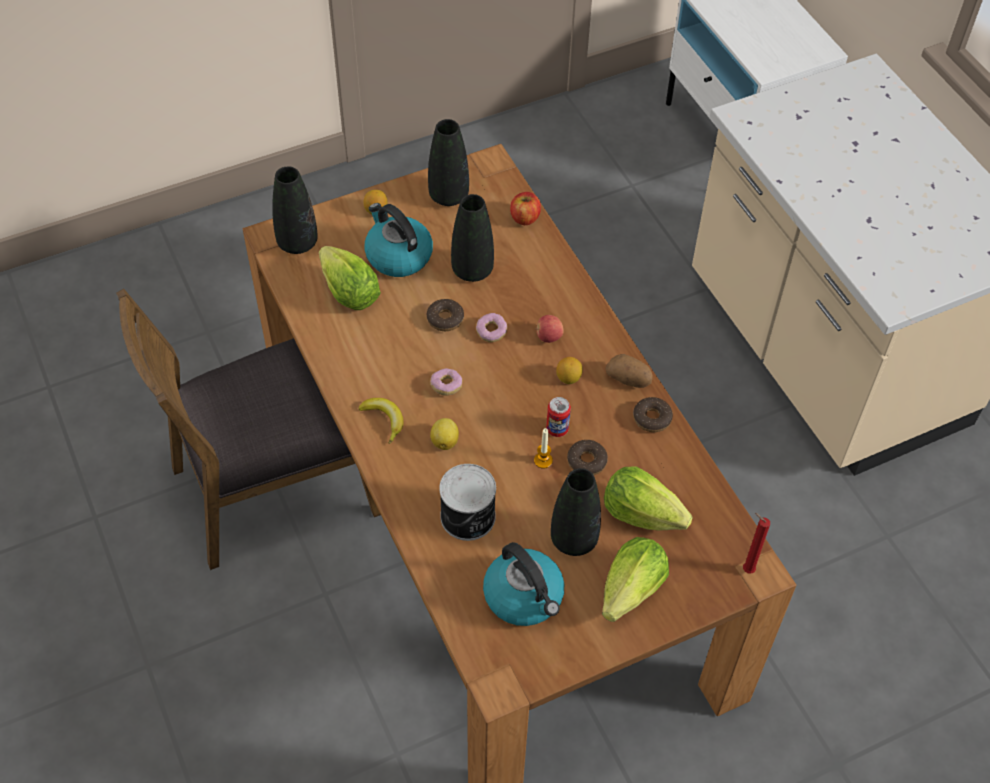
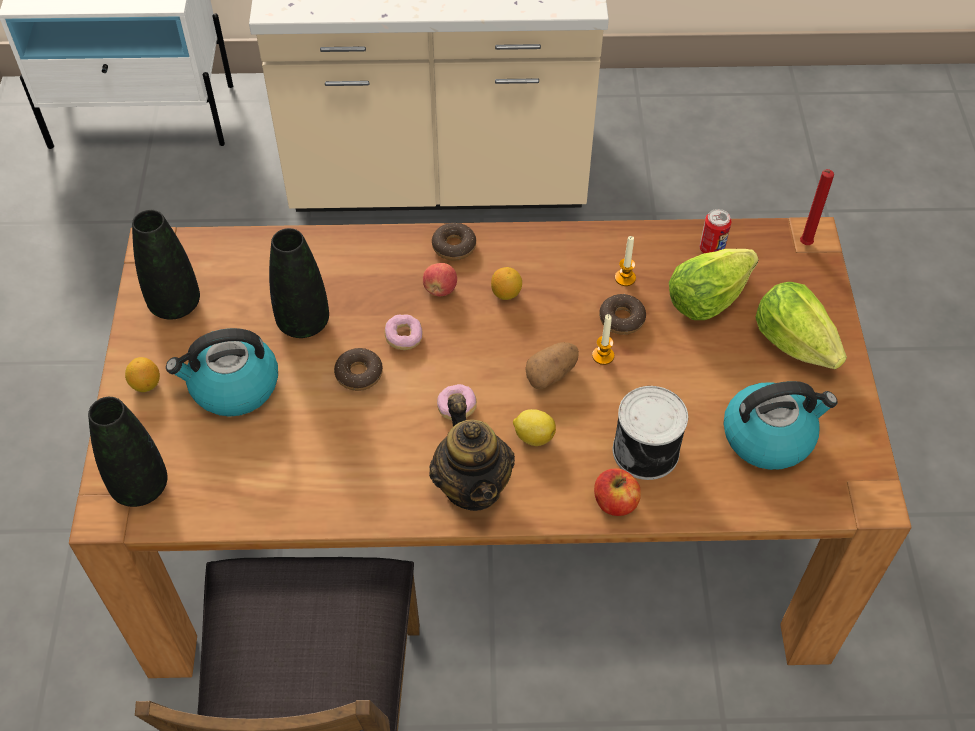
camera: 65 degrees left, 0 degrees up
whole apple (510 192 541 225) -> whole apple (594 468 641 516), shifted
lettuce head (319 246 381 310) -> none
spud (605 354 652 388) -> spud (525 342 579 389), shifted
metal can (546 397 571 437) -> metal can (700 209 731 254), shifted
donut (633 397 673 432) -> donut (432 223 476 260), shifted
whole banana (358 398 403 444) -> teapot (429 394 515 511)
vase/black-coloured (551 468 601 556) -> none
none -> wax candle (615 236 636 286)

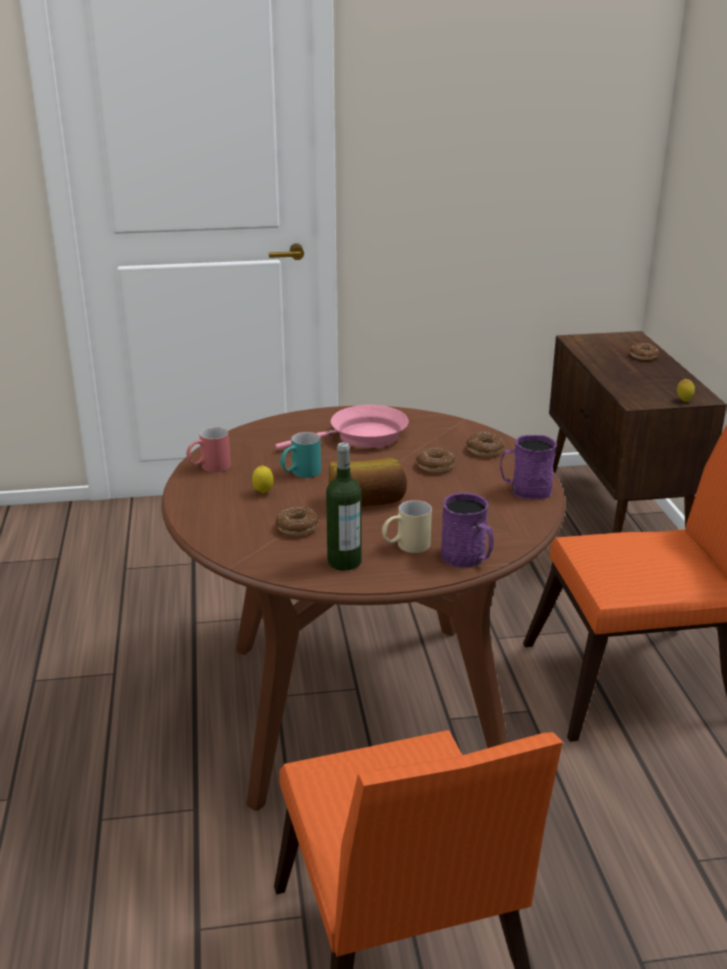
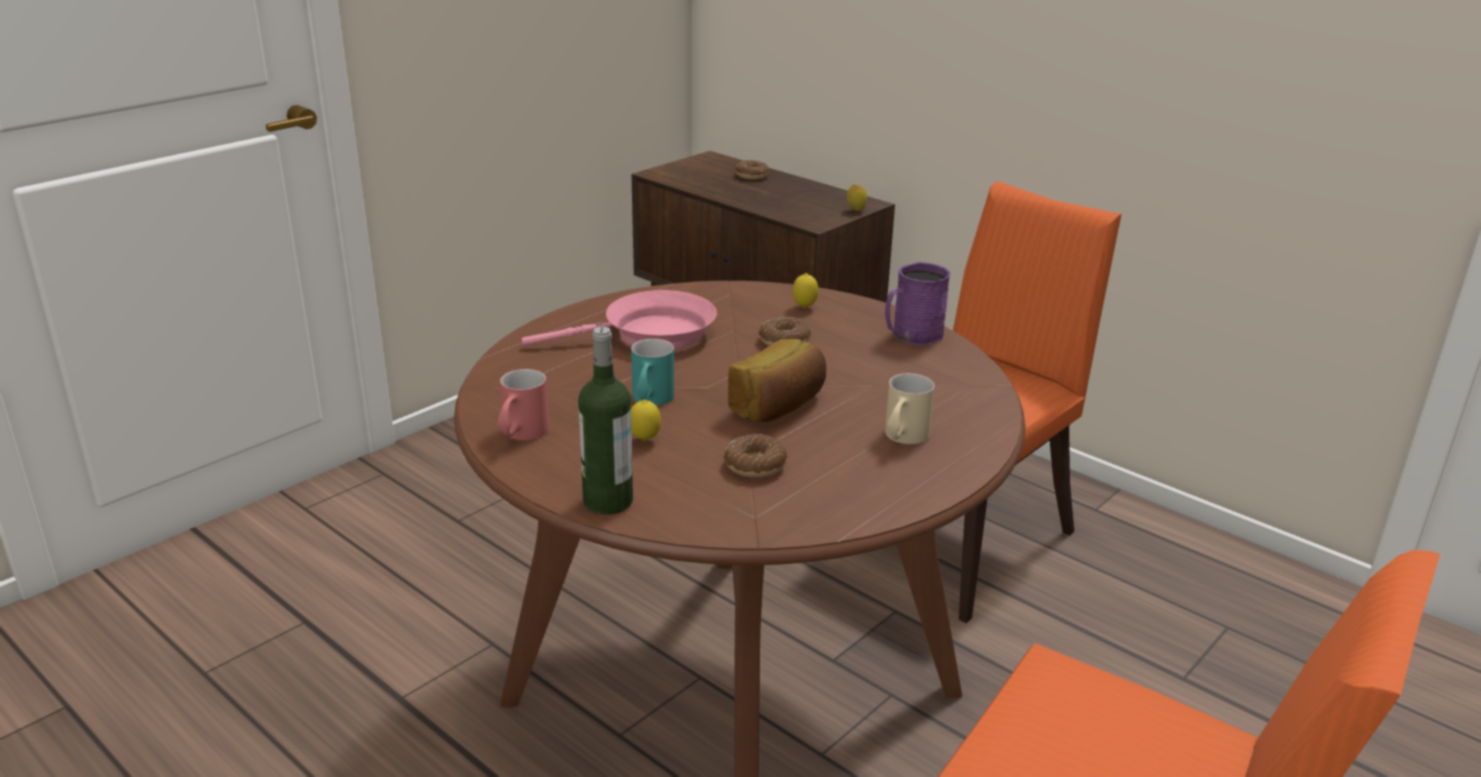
camera: 40 degrees left, 0 degrees up
frying pan/pinkish (275 405 409 450) -> frying pan/pinkish (522 290 717 350), 45 degrees clockwise
donut (466 432 504 457) -> lemon (793 273 819 308)
bottle (326 442 362 571) -> bottle (578 327 633 514), shifted
mug/purple (441 493 494 568) -> none

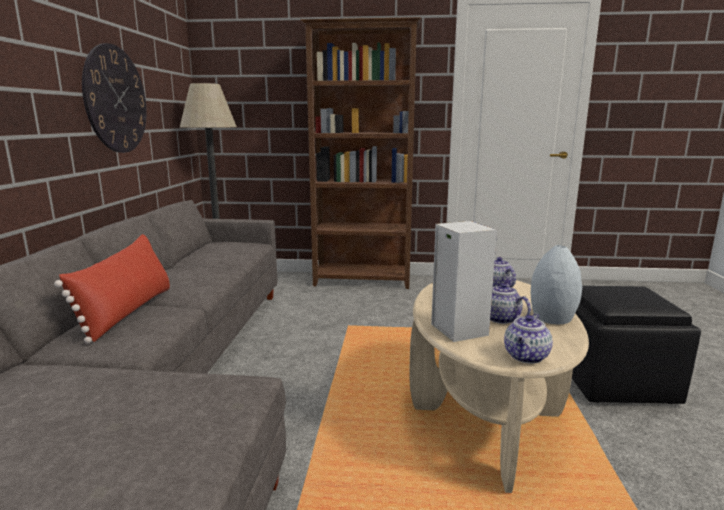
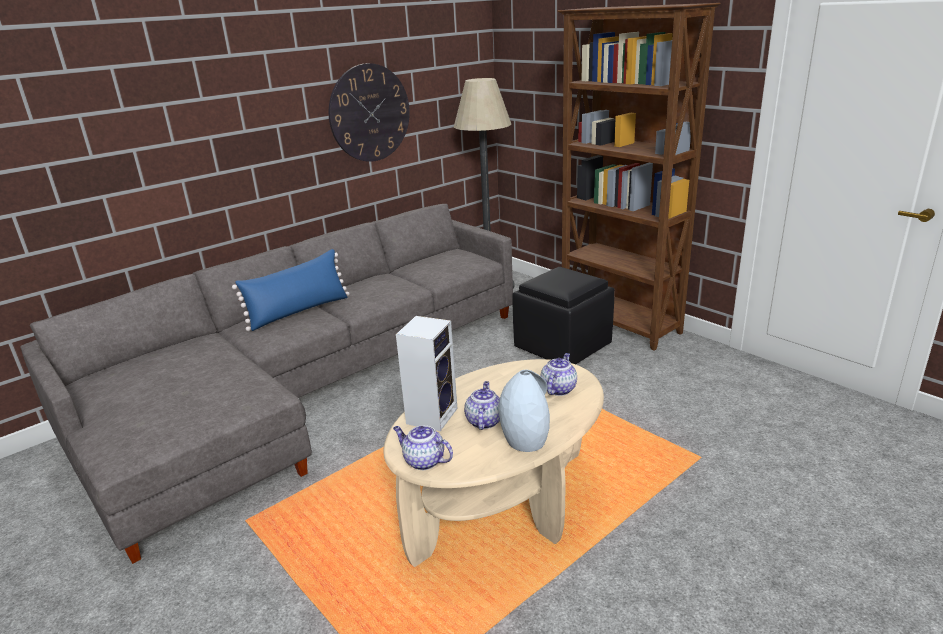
camera: 45 degrees right, 10 degrees up
pillow/red (54 234 170 344) -> pillow/blue-coloured (232 249 350 331)
pouffe/black-coloured (572 286 701 404) -> pouffe/black-coloured (512 267 615 364), shifted
teapot (504 314 553 364) -> teapot (393 425 453 470), 45 degrees clockwise

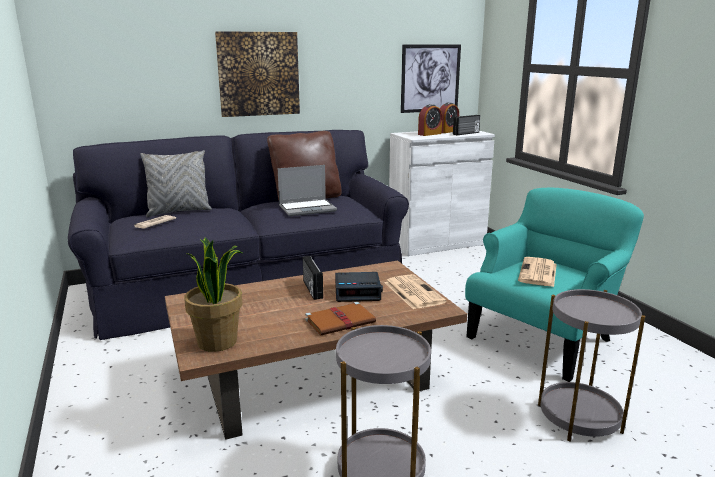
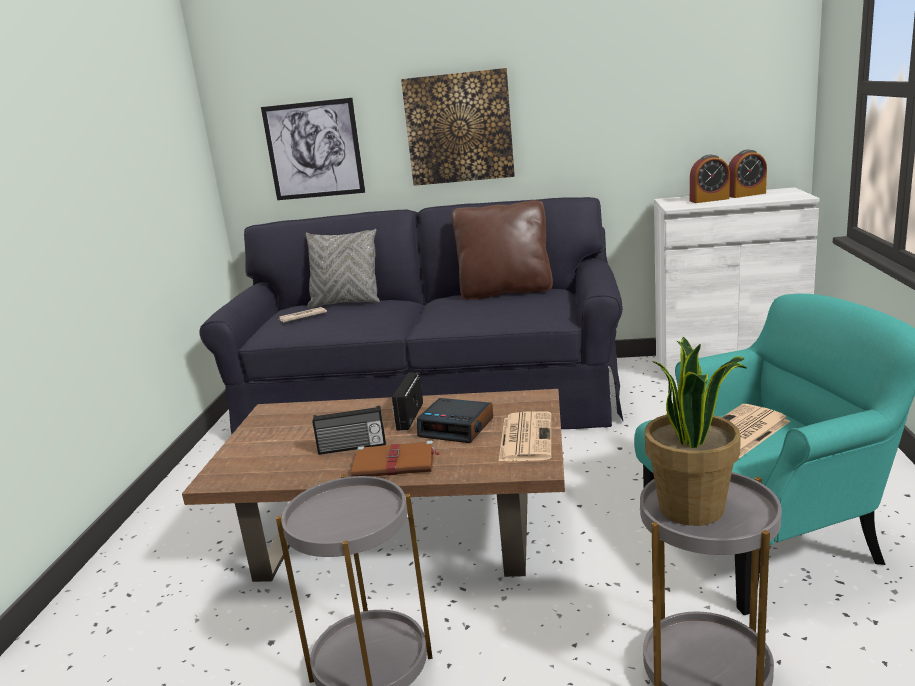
camera: 30 degrees right, 0 degrees up
wall picture (401 45 461 113) -> wall picture (261 98 365 200), shifted
radio receiver (453 115 480 135) -> radio receiver (312 406 386 455), shifted
laptop (278 165 337 216) -> none
houseplant (184 237 242 352) -> houseplant (645 337 748 526), shifted

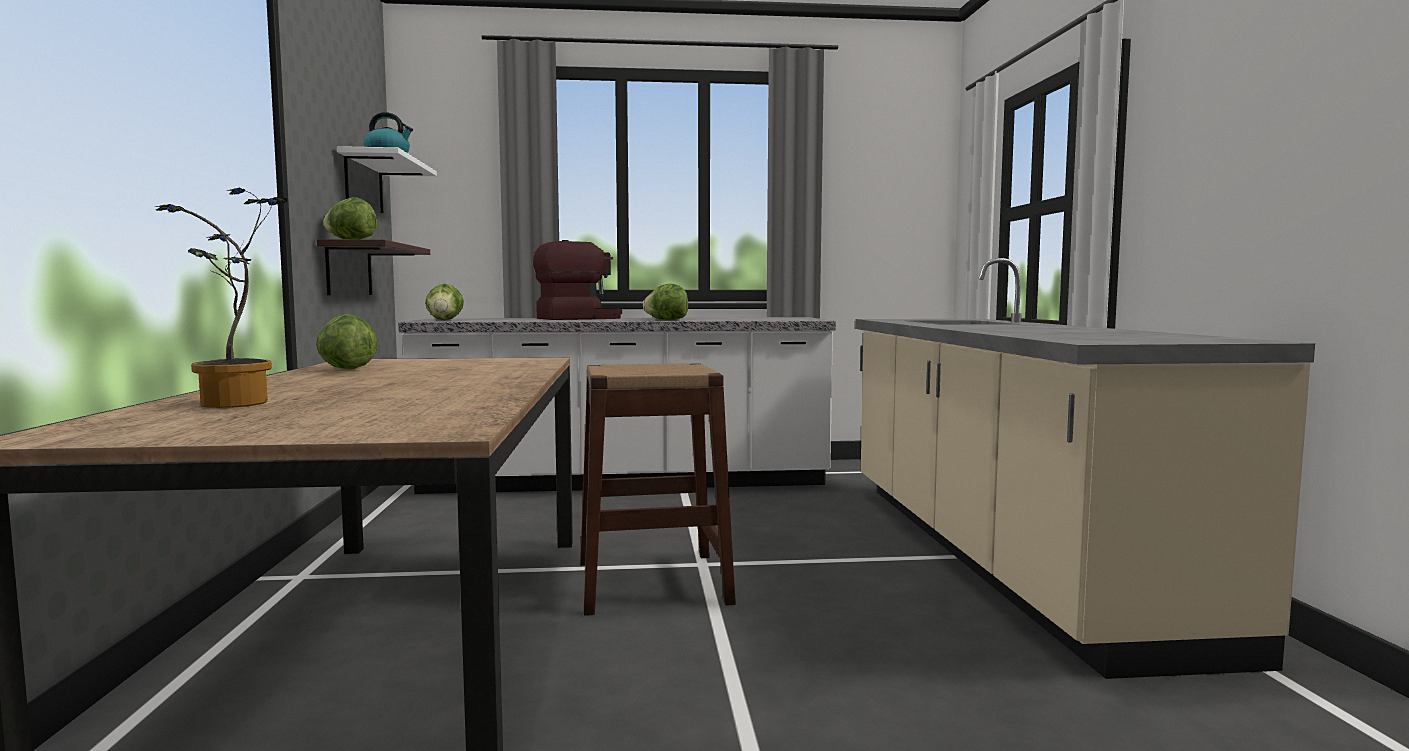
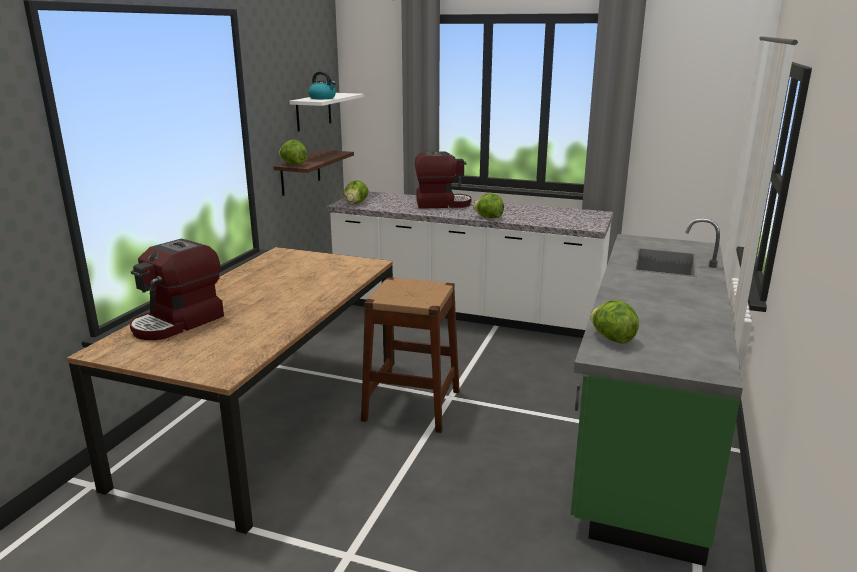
camera: 25 degrees right, 15 degrees up
houseplant (153 187 287 408) -> coffee brewer (130 239 224 340)
counter/sand-coloured (855 258 1315 679) -> counter/greenish (571 218 743 566)
lettuce head (316 314 378 370) -> lettuce head (590 300 639 343), shifted

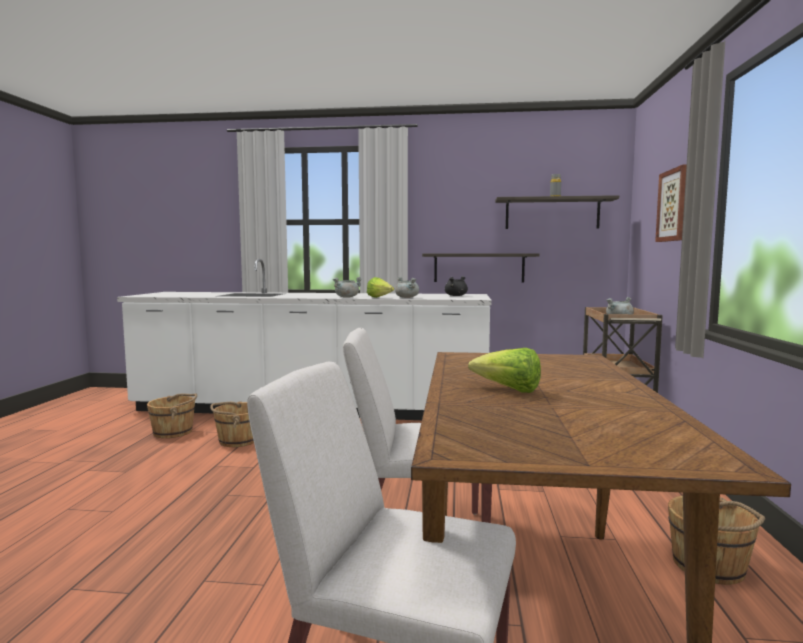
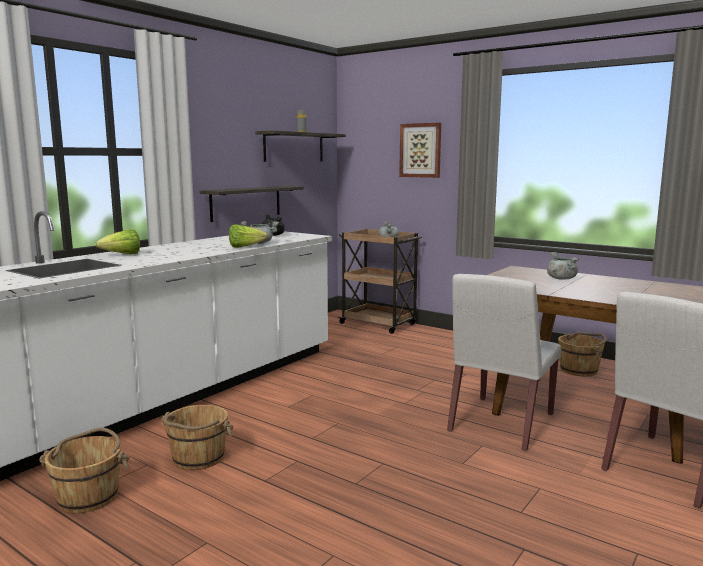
camera: 60 degrees left, 5 degrees up
stockpot/gray (333 277 362 298) -> stockpot/gray (547 252 579 280), shifted
lettuce head (468 348 541 393) -> lettuce head (95 229 140 254), shifted

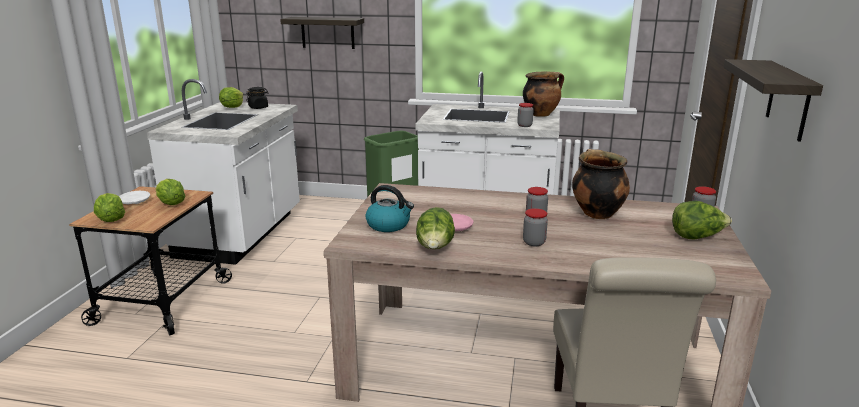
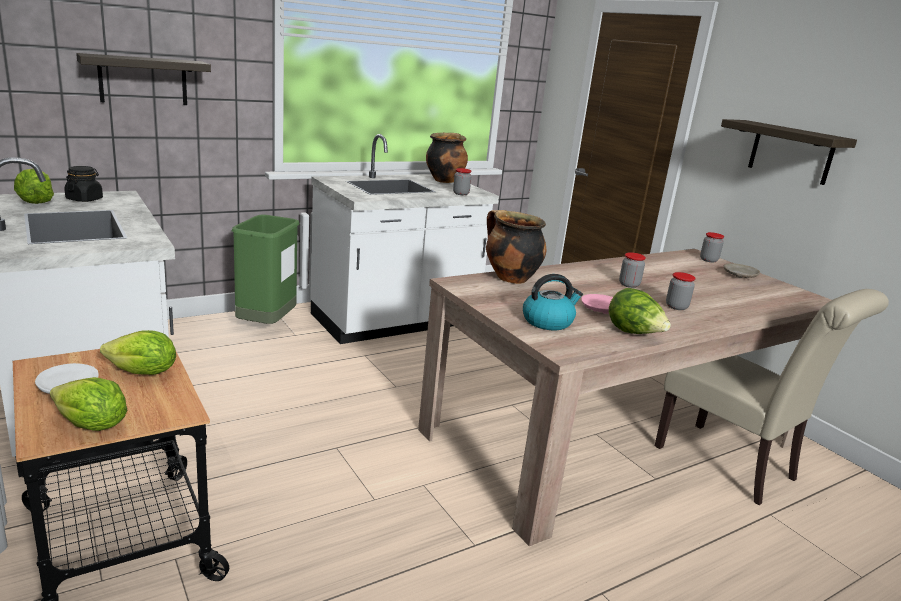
camera: 45 degrees left, 0 degrees up
stockpot (572 149 630 219) -> stockpot (486 210 546 284), shifted
lettuce head (672 201 732 239) -> flat dish/sand-coloured (724 263 760 278)

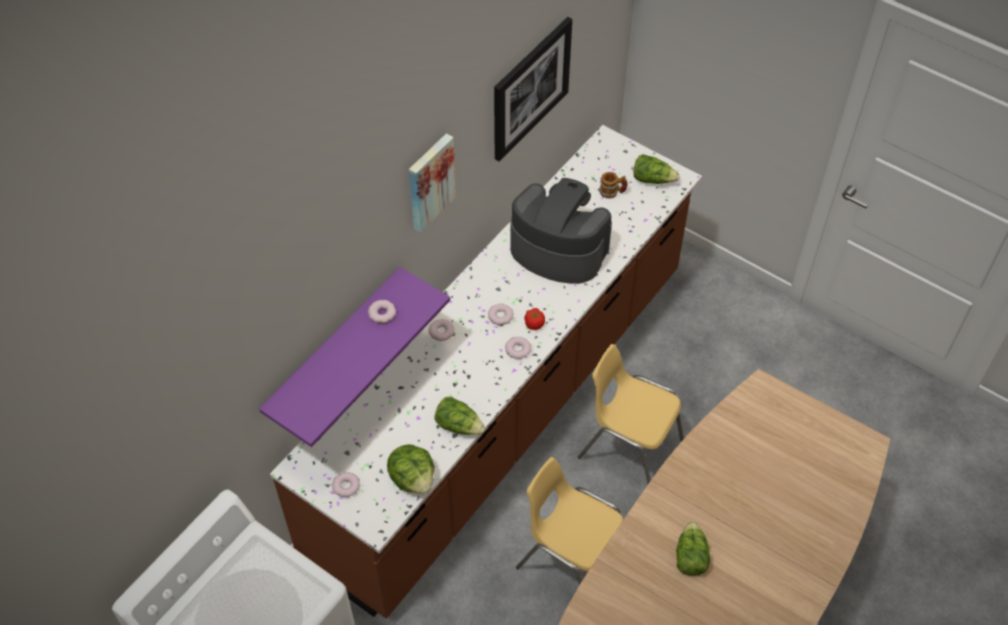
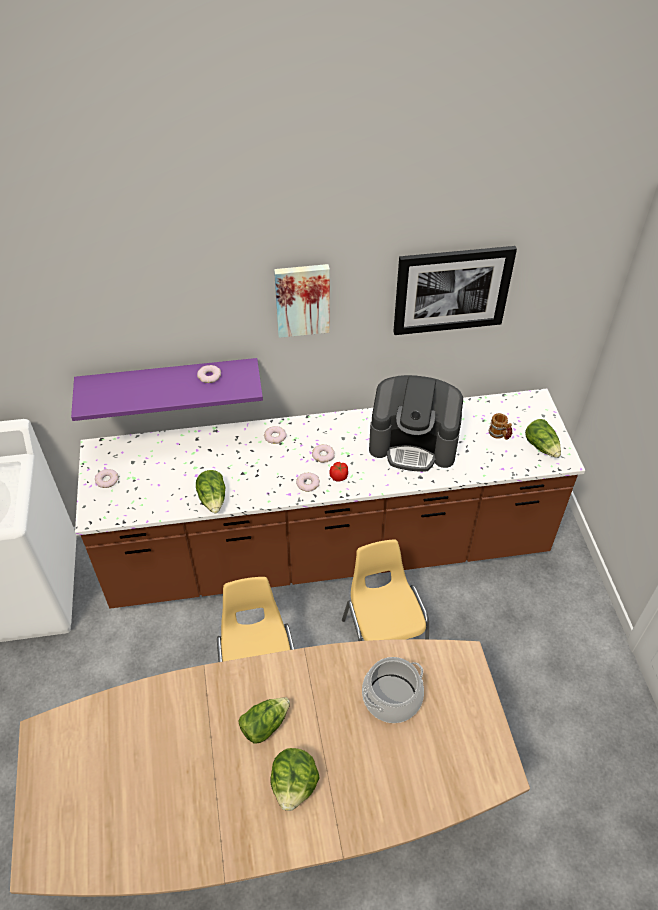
camera: 45 degrees right, 5 degrees down
coffee brewer (510 178 612 284) -> coffee brewer (369 375 463 472), 120 degrees clockwise
lettuce head (387 444 434 494) -> lettuce head (270 748 320 811), shifted
none -> stockpot (362 657 424 723)

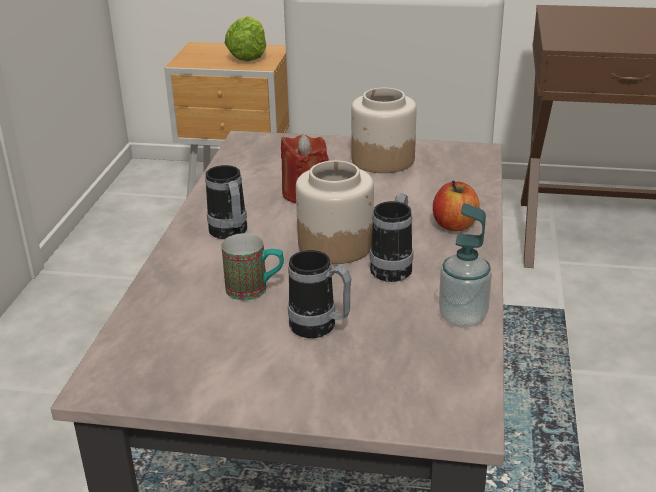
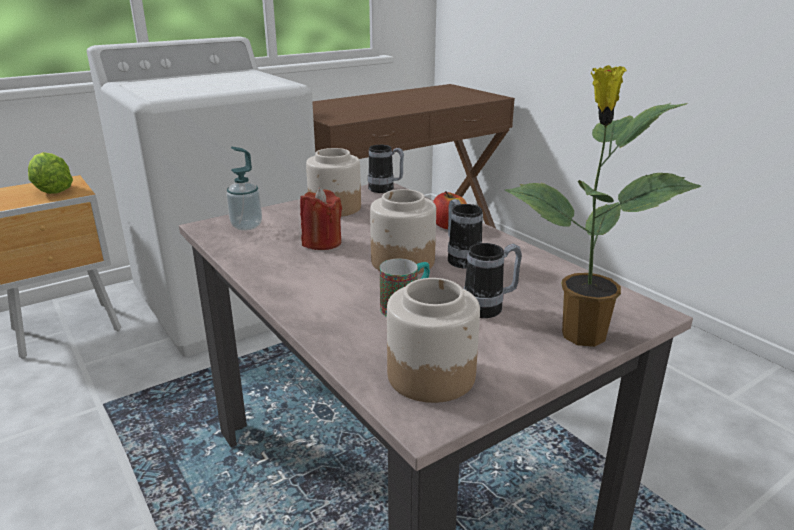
camera: 45 degrees left, 5 degrees down
mug (205 165 247 239) -> mug (368 145 404 193), shifted
soap bottle (439 203 492 328) -> soap bottle (226 147 262 230), shifted
none -> houseplant (505 65 701 347)
none -> storage jar (387 278 480 403)

